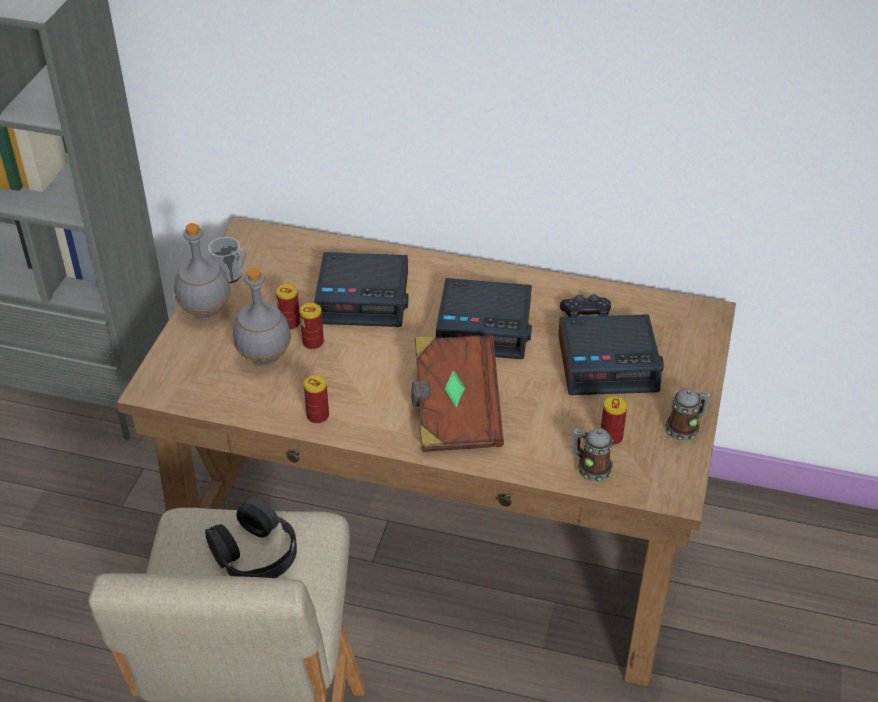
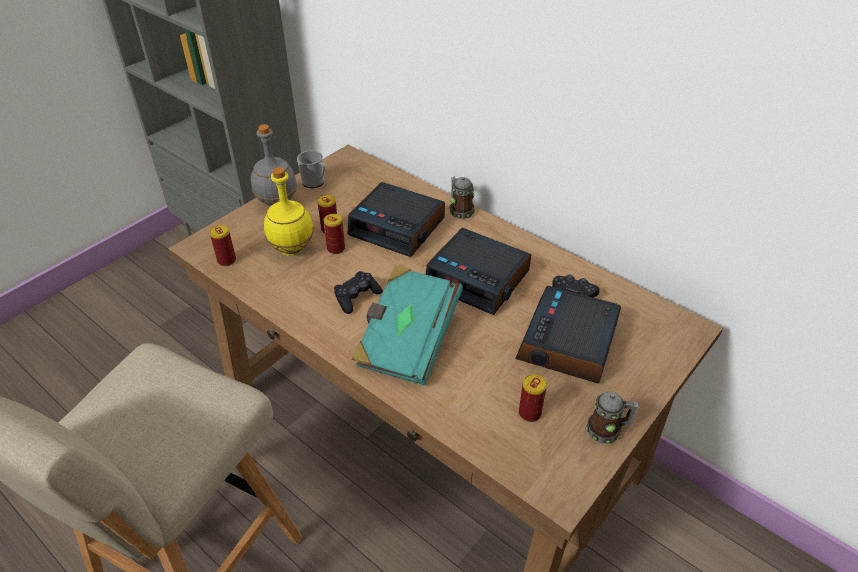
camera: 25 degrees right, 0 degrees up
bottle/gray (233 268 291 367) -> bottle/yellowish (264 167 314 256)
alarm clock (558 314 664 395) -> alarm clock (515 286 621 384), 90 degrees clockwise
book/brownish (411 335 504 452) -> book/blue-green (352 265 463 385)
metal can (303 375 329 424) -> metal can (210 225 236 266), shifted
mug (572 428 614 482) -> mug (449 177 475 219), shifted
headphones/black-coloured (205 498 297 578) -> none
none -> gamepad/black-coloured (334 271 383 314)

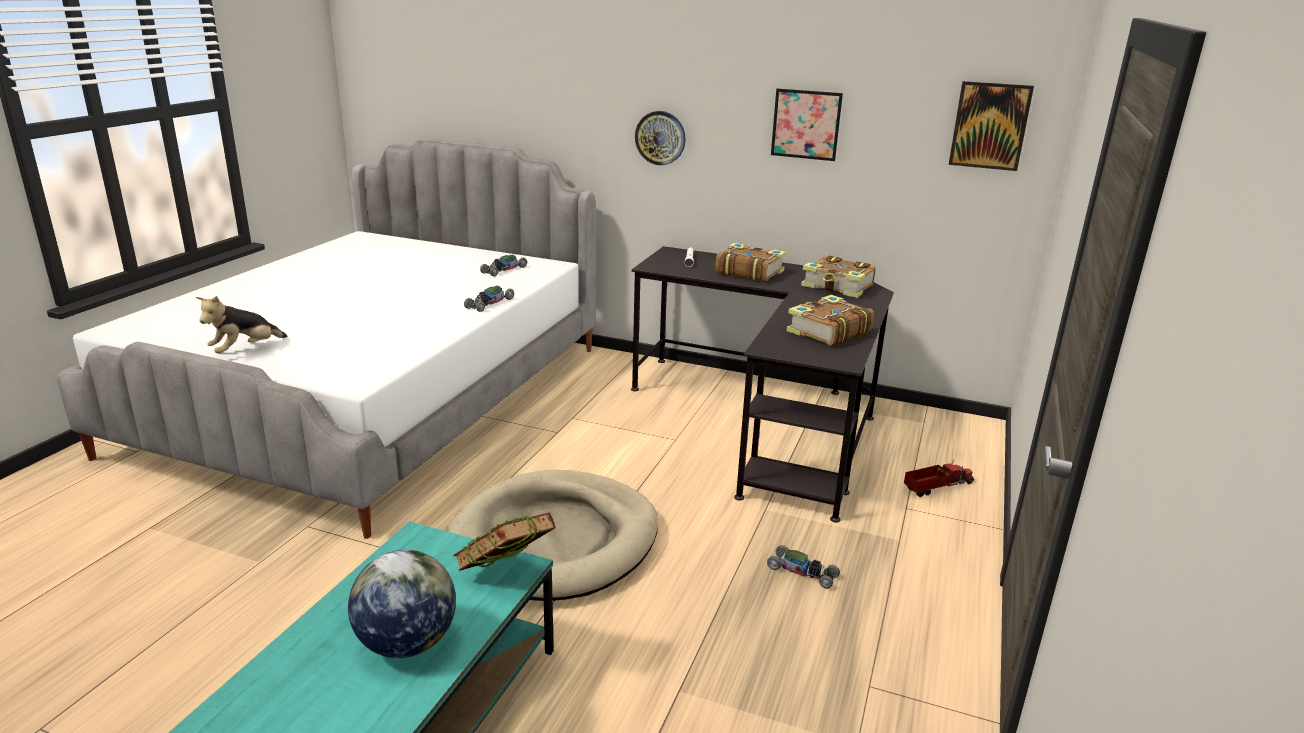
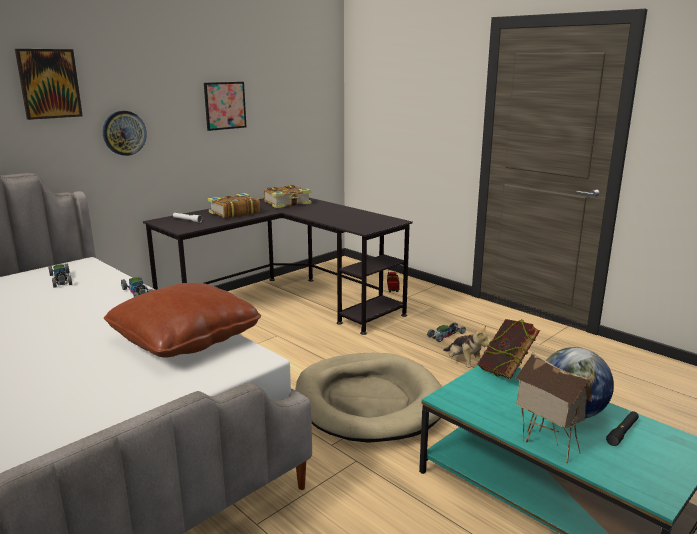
camera: 65 degrees left, 5 degrees down
wall picture (949 81 1034 171) -> wall picture (15 49 83 120), shifted
book (787 295 874 346) -> none
soft toy (196 296 288 354) -> soft toy (443 326 490 368), shifted
none -> pillow/brownish (104 283 261 358)
none -> model house (515 352 592 463)
none -> flashlight/black-coloured (606 411 639 446)

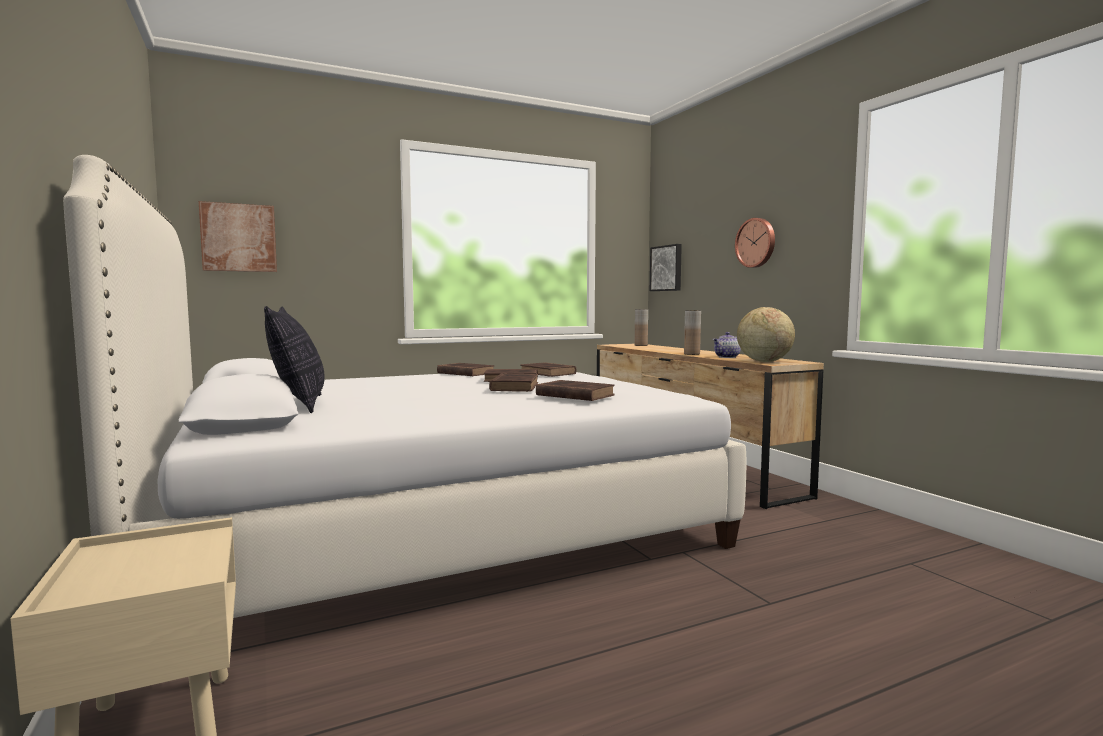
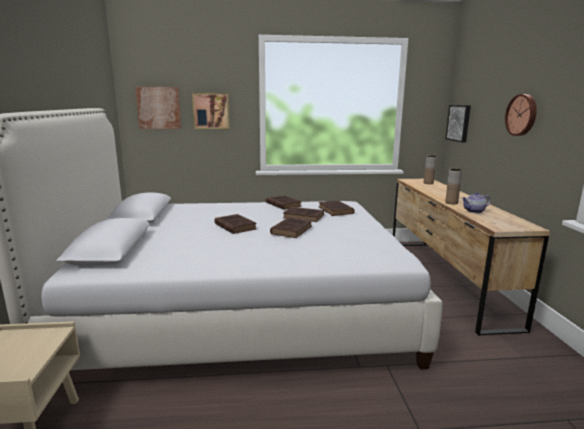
camera: 20 degrees right, 10 degrees up
pillow (264 306 325 413) -> none
globe (737 307 795 362) -> none
book/brownish (536 380 615 401) -> book/brownish (214 214 257 234), shifted
none -> wall picture (192 93 229 129)

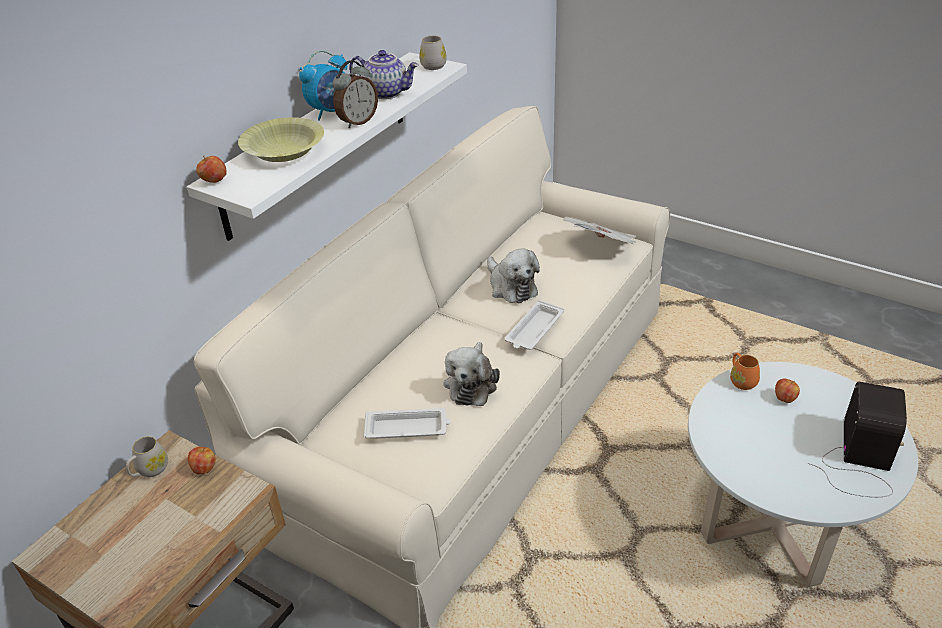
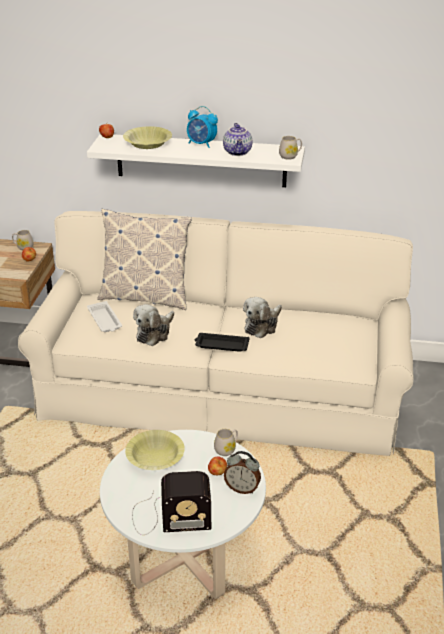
camera: 65 degrees right, 5 degrees down
alarm clock (333 60 378 128) -> alarm clock (224 451 261 494), shifted
newspaper (563 217 636 244) -> none
tray/white-coloured (504 300 565 350) -> tray/black-coloured (194 333 250 352)
soft toy (443 342 500 406) -> soft toy (133 304 174 346), 45 degrees counterclockwise
mug/orange (730 353 760 390) -> mug/white-coloured (214 429 238 456)
none -> pillow (97 209 192 310)
none -> deep dish/yellowish (125 430 185 470)

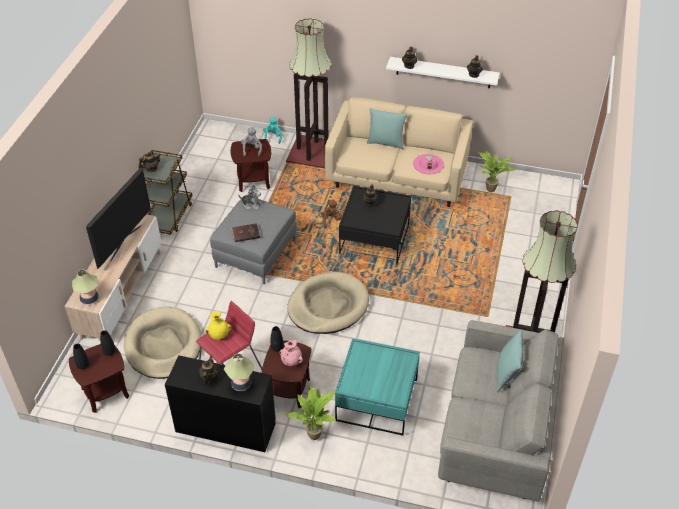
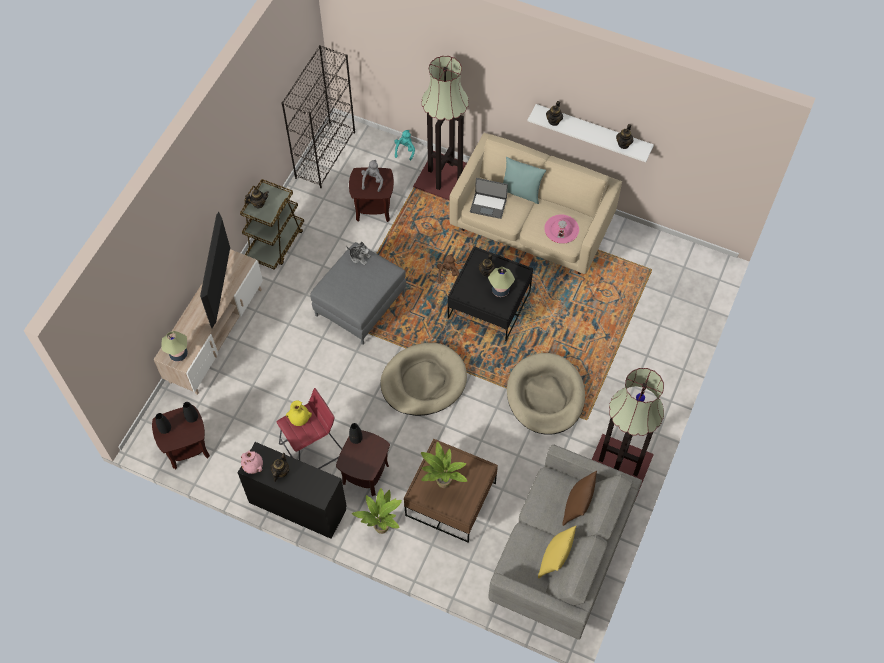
camera: 10 degrees right, 15 degrees up
houseplant (478 150 516 192) -> houseplant (421 442 468 488), shifted
television (86 167 151 269) -> television (200 212 230 328), 150 degrees clockwise
book/brownish (231 223 260 242) -> none
dog bed/sand-coloured (124 307 201 379) -> dog bed/sand-coloured (507 353 585 435), shifted
pillow/blue-green (497 329 523 392) -> pillow/brownish (562 471 597 526)
coffee table/blue-green (335 338 420 436) -> coffee table/brownish (404 438 498 543)
vase/pinkish (279 340 303 366) -> vase/pinkish (241 451 263 474), shifted
table lamp (224 353 255 391) -> table lamp (488 267 515 297), shifted
none -> bookcase/black-coloured (282 45 355 188)
none -> laptop (470 178 508 219)
none -> pillow/yellowish (538 526 576 578)

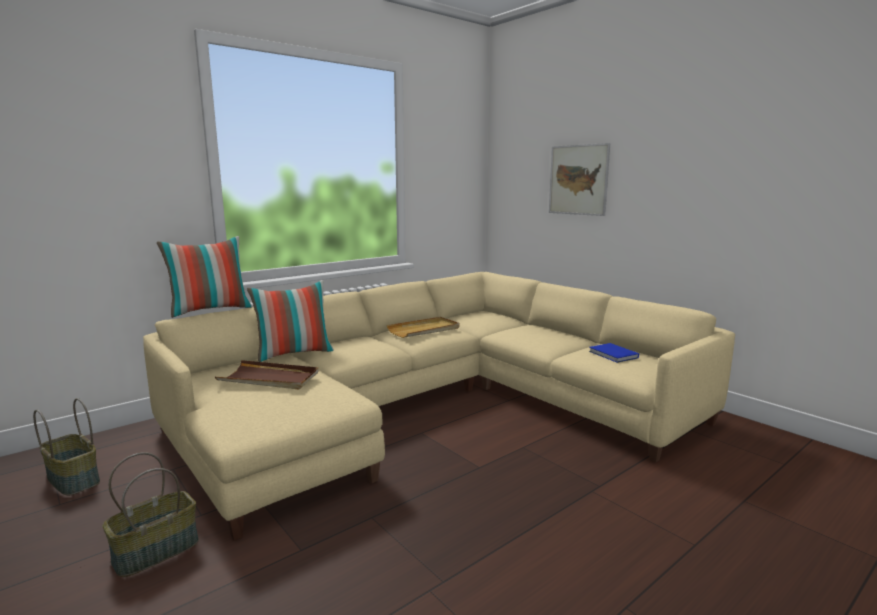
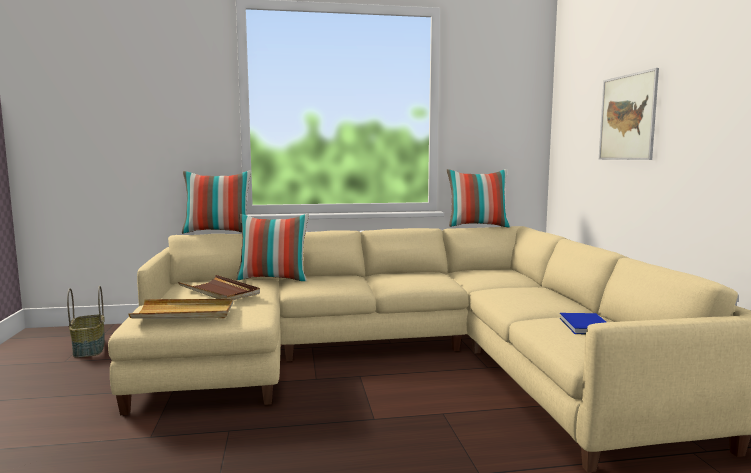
camera: 30 degrees right, 5 degrees down
tray/sand-coloured (387 317 459 338) -> tray/sand-coloured (129 299 233 319), shifted
household basket (102 452 199 577) -> none
none -> pillow (447 169 510 228)

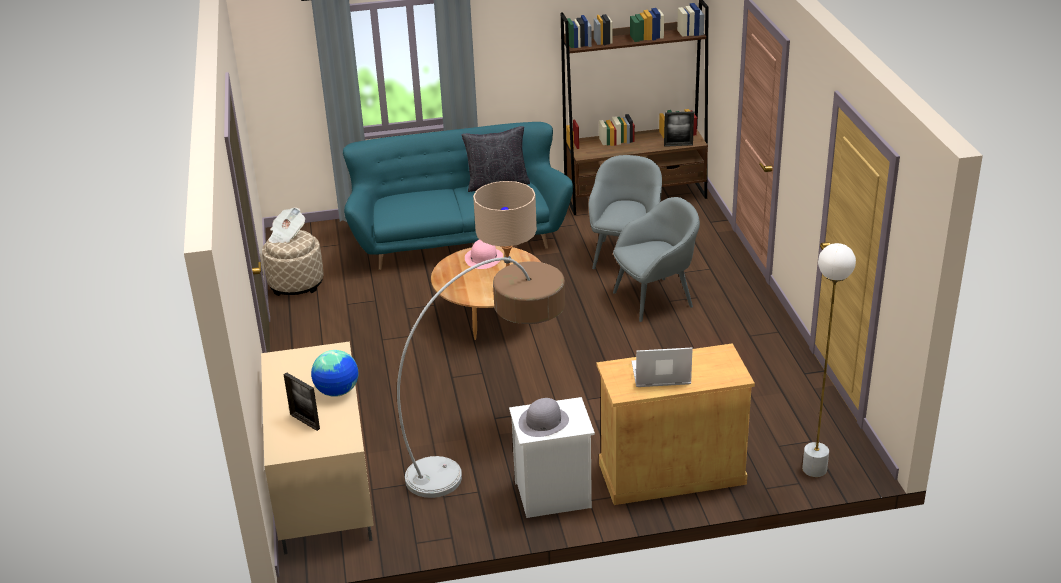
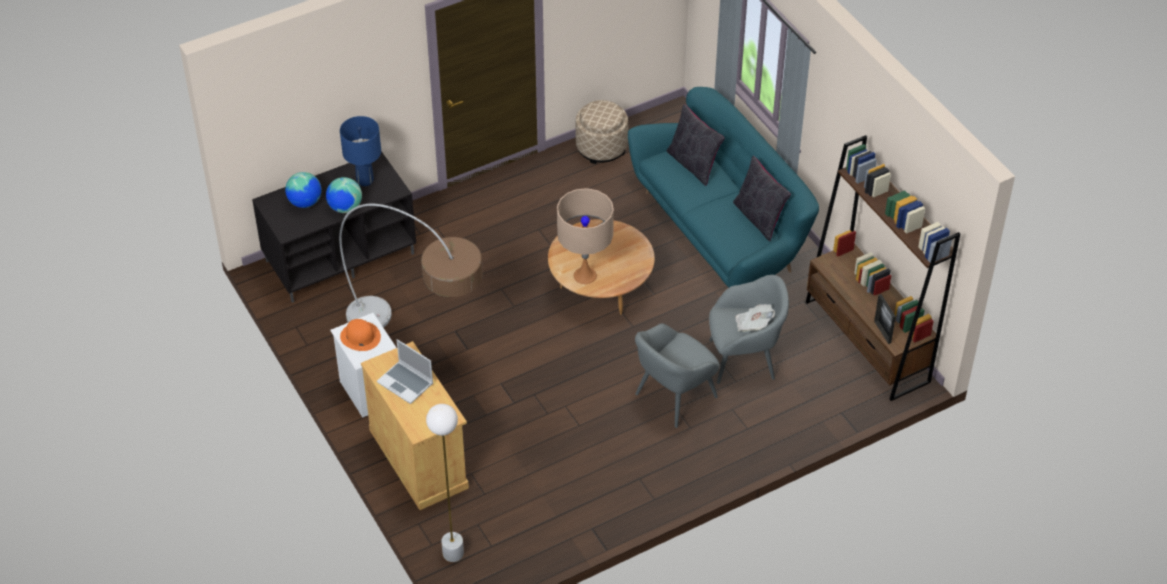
camera: 70 degrees right, 15 degrees up
lounge chair/gray (613 197 700 322) -> lounge chair/gray (635 323 720 428), 90 degrees clockwise
newspaper (269 207 305 243) -> newspaper (736 304 775 332), shifted
hat/pinkish (465 239 503 269) -> none
tv unit/sand-coloured (261 341 374 554) -> tv unit/black-coloured (252 151 416 302)
laptop (632 348 693 387) -> laptop (377 339 433 404), 150 degrees clockwise
picture frame (284 372 320 431) -> globe (285 172 321 208)
hat/gray (519 398 569 437) -> hat/orange (340 319 381 351)
none -> pillow/black-coloured (667 104 725 186)
none -> table lamp/blue-coloured (340 116 381 186)

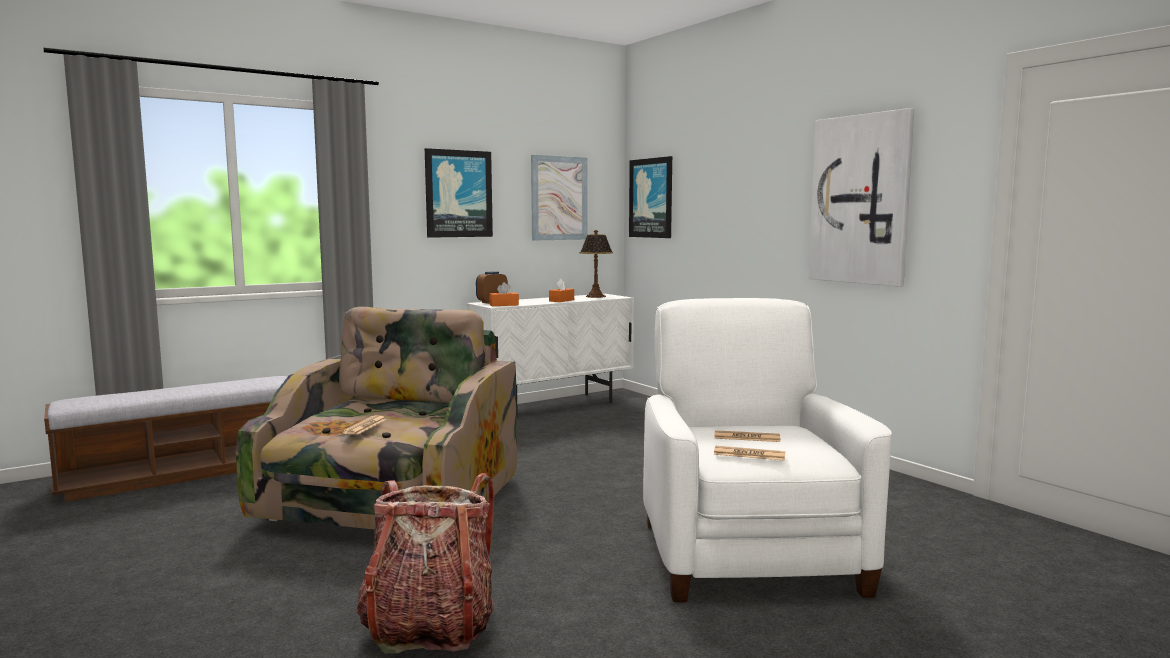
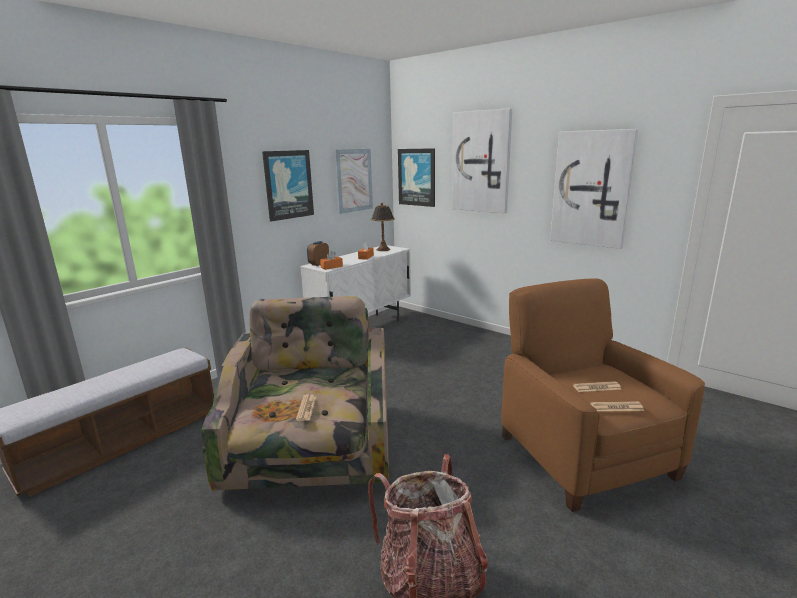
camera: 15 degrees left, 10 degrees up
lounge chair/white-coloured (643 298 892 602) -> lounge chair/brownish (501 278 705 512)
none -> wall picture (452 108 512 213)

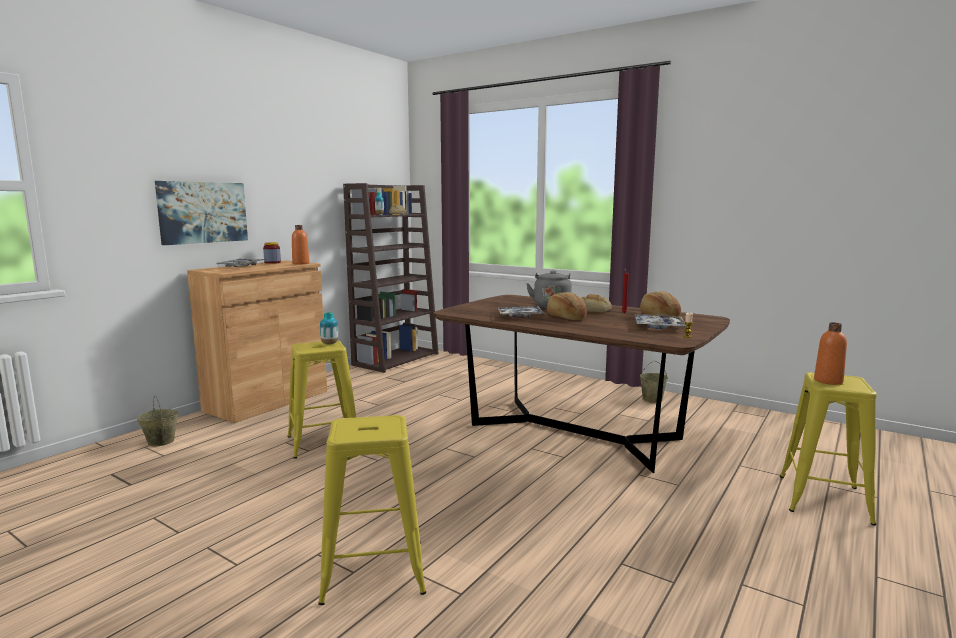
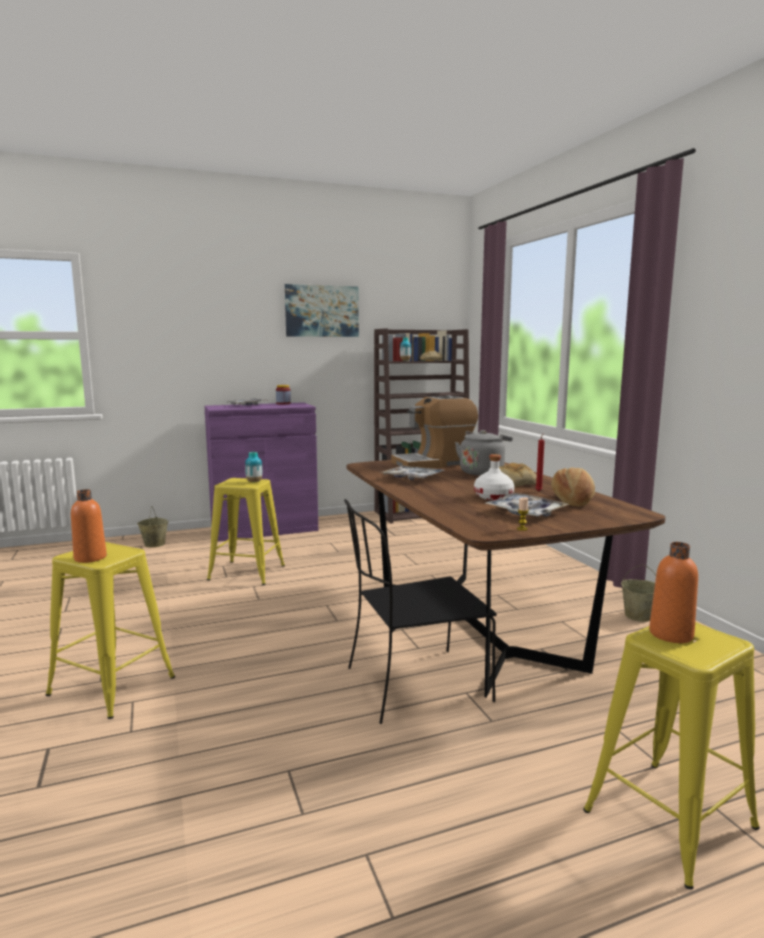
camera: 35 degrees right, 0 degrees up
wall picture (155 181 248 245) -> wall picture (285 284 359 337), shifted
bottle/orange (292 225 309 264) -> bottle/orange (71 489 107 563), shifted
cupboard/brownish (187 260 327 423) -> cupboard/purple (204 402 318 542)
baked bread (547 292 587 320) -> none
none -> coffee brewer (391 395 478 468)
none -> bottle/white-coloured (474 454 514 500)
none -> upright chair/black-coloured (344 499 497 724)

